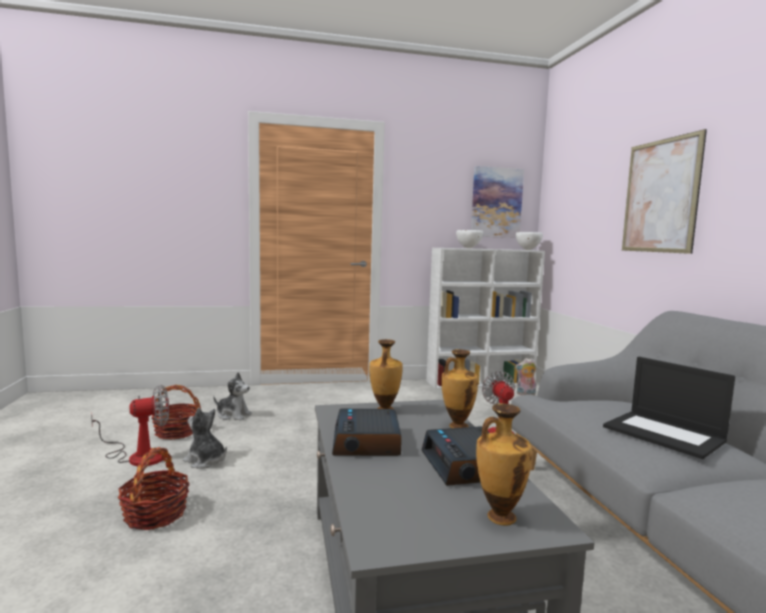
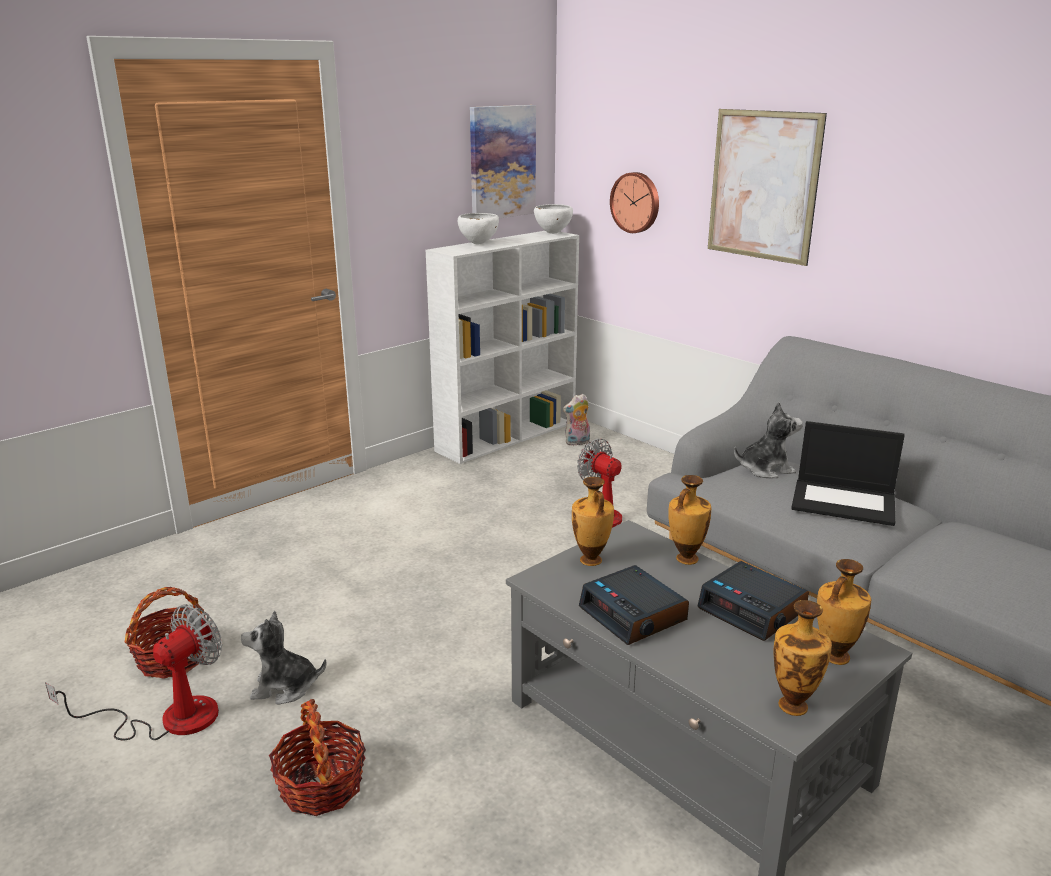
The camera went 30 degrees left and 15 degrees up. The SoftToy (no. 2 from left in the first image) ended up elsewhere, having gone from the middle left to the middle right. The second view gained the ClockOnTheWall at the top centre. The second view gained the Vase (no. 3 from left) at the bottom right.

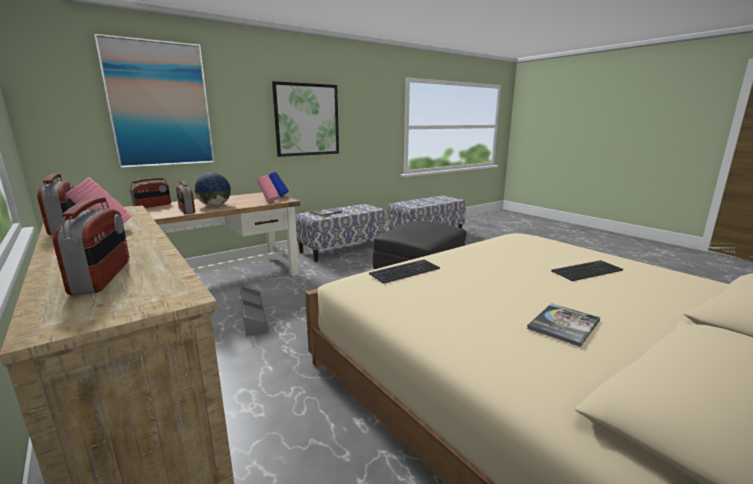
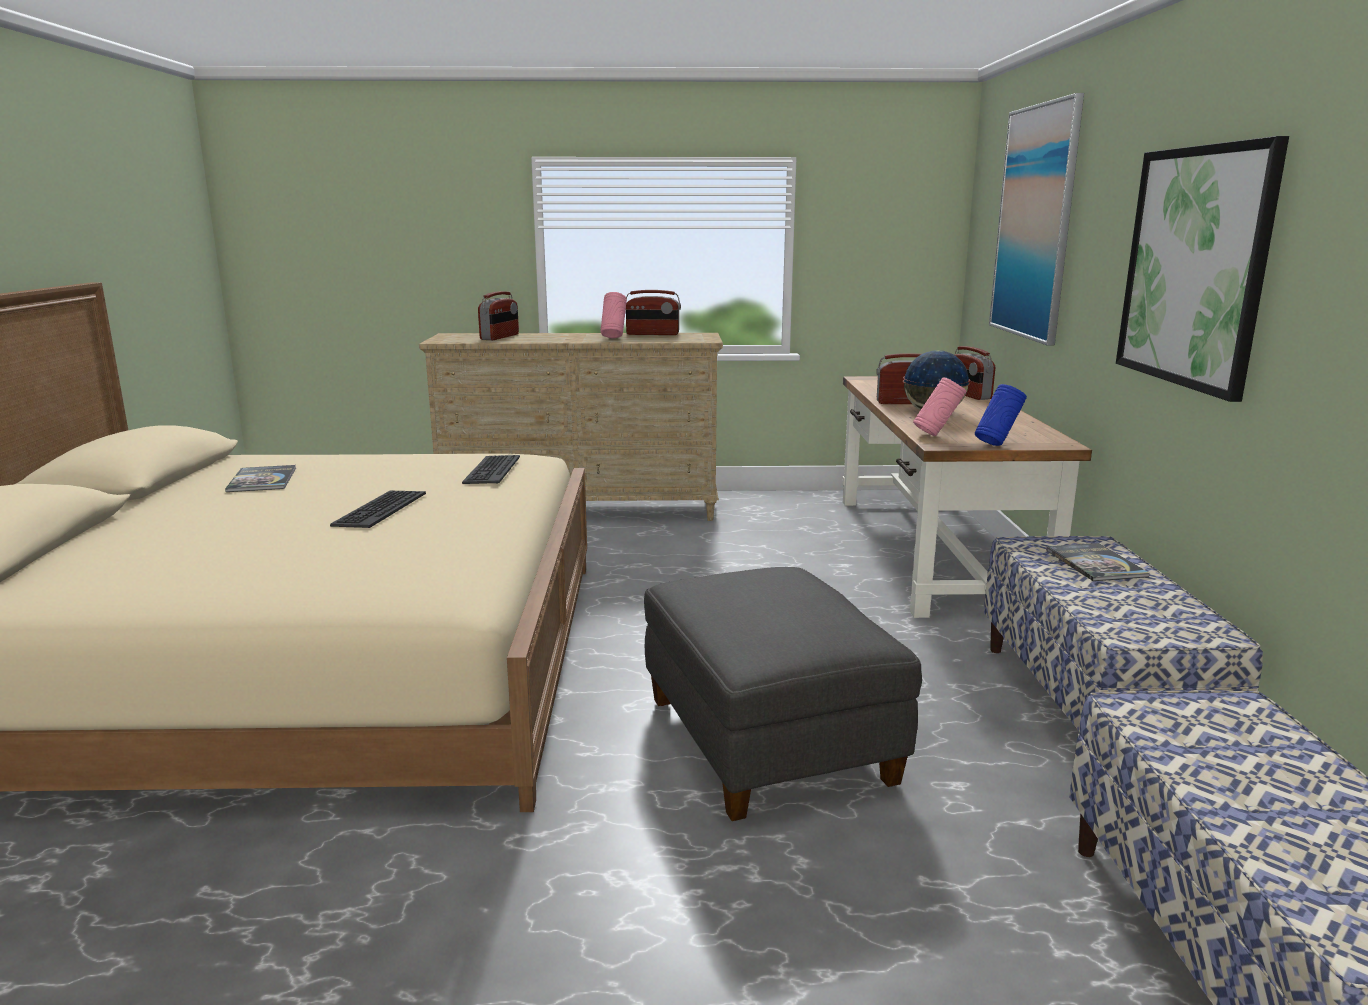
The camera went 125 degrees right and 0 degrees up. The Radio (no. 2 from left in the first image) at the middle left ended up facing another way, 90 degrees counterclockwise from before. The second view lost the GreyStorageContainer at the centre. The Keyboard (no. 2 from left in the first image) ended up elsewhere, having gone from the middle right to the middle left.

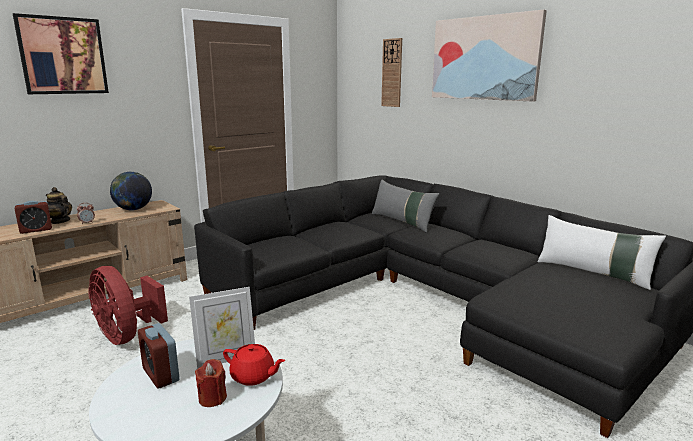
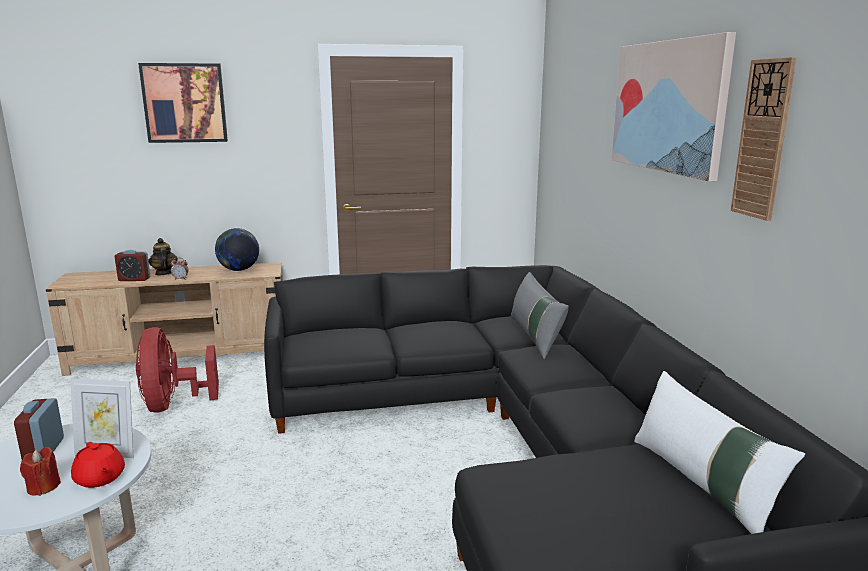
The camera went 30 degrees right and 0 degrees up. The ClockOnTheWall ended up elsewhere, having gone from the top centre to the top right.

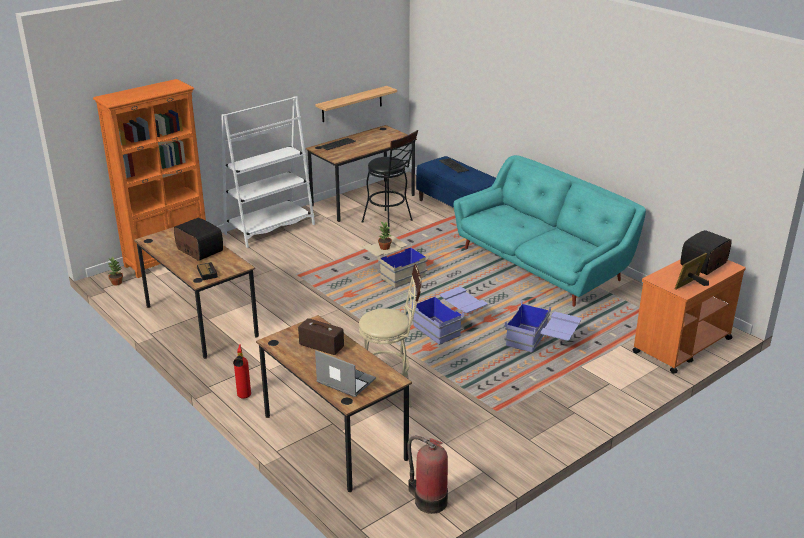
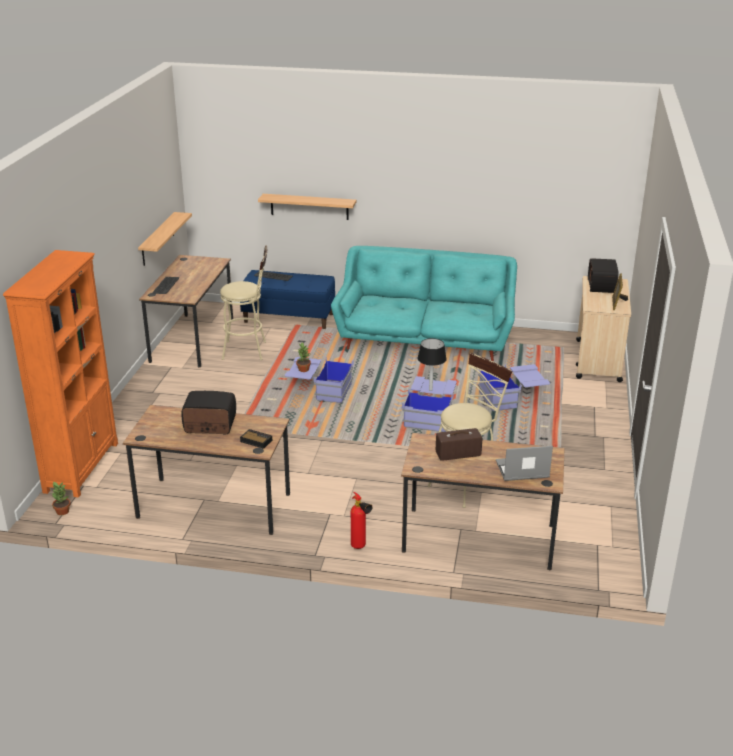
The camera went 40 degrees left and 0 degrees up. The second view lost the WhiteColouredShelvingUnit at the top centre. What was the BlackSittingStool at the centre turned into the BeigeColouredSittingStool (no. 1 from left) at the middle left. What was the BeigeColouredStorageContainer at the centre turned into the BlueStorageContainer (no. 1 from left) at the centre. The second view lost the FireExtinguisher (no. 2 from left) at the bottom centre. What was the OrangeyCart at the middle right turned into the BeigeColouredCart at the middle right. The second view gained the Shelf (no. 2 from left) at the top centre. The second view gained the BlackTabletopLamp at the centre.

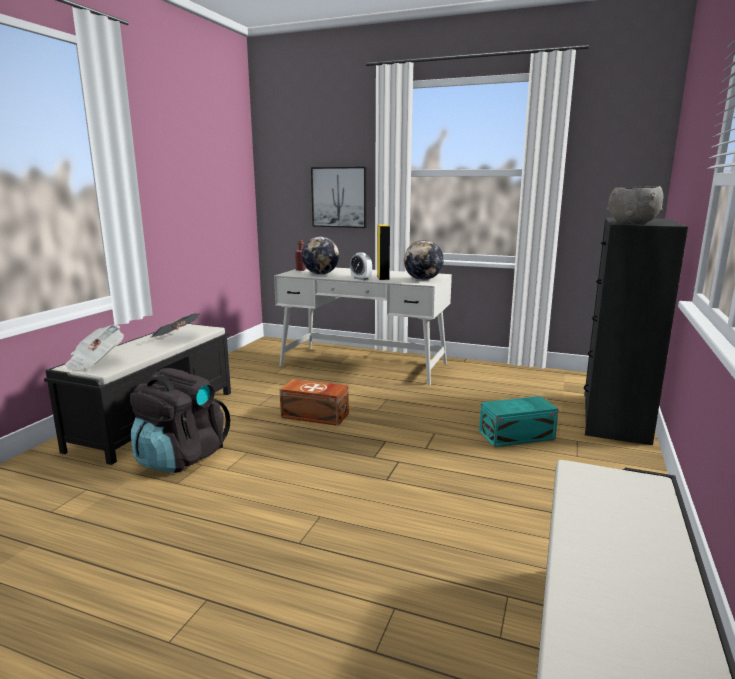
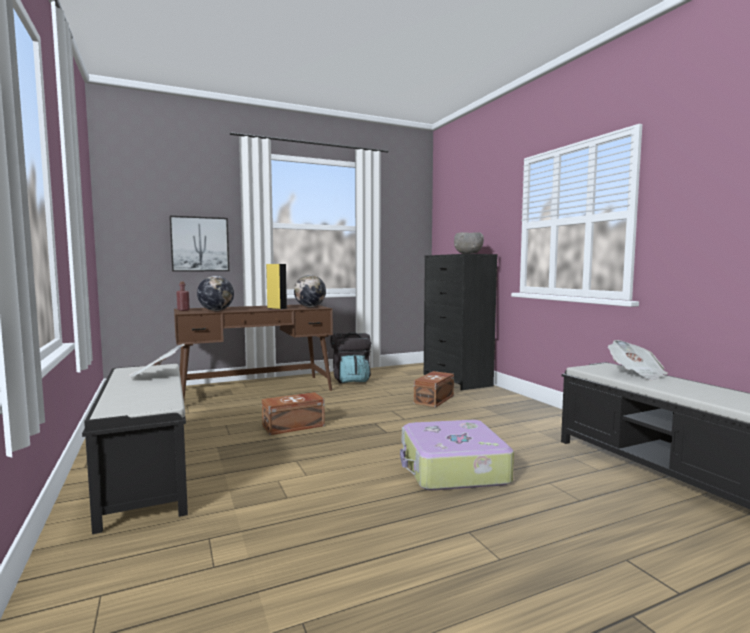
The camera went 45 degrees left and 10 degrees down. The Newspaper (no. 1 from left in the first image) ended up elsewhere, having gone from the middle left to the middle right. The BlackBackpack ended up elsewhere, having gone from the middle left to the centre. What was the WhiteColouredDesk at the centre turned into the BrownColouredDesk at the centre. The second view lost the TableClock at the centre. What was the BlueGreenStorageContainer at the middle right turned into the BrownColouredStorageContainer (no. 2 from left) at the centre. The second view gained the TravelCase at the bottom centre.

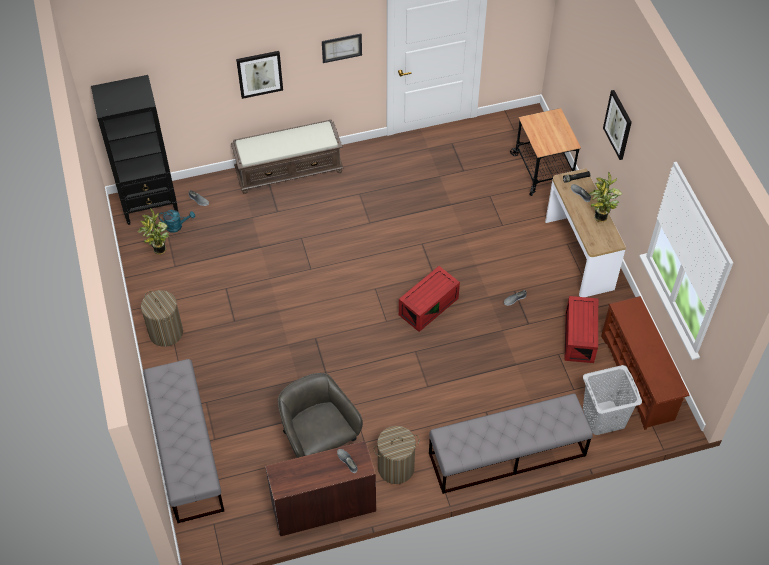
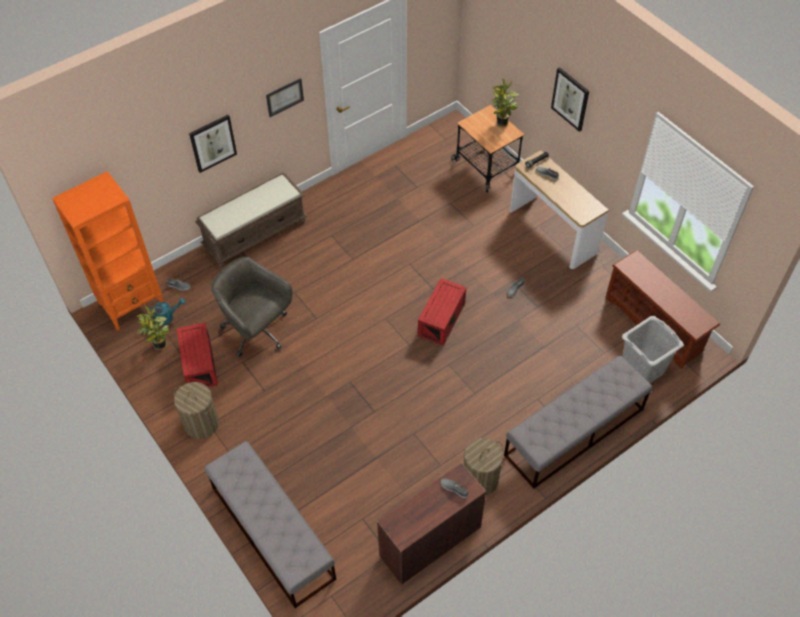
The camera went 20 degrees left and 0 degrees up. What was the BlackShelvingUnit at the top left turned into the OrangeyShelvingUnit at the middle left. The GreyDeskChair ended up elsewhere, having gone from the bottom centre to the middle left. The ReddishStorageContainer (no. 2 from left in the first image) ended up elsewhere, having gone from the middle right to the middle left. The PottedPlant (no. 2 from left) ended up elsewhere, having gone from the middle right to the top centre.

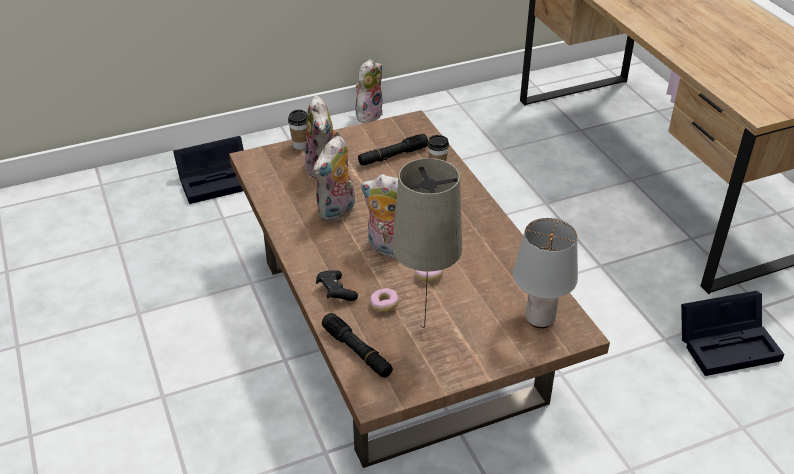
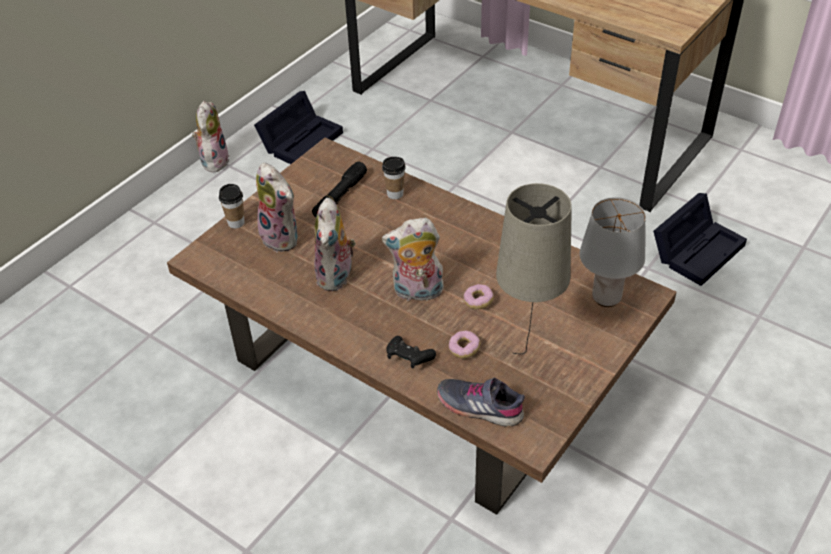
The camera went 30 degrees left and 5 degrees up. The BlackStorageContainer (no. 1 from left) ended up elsewhere, having gone from the middle left to the top centre. Where the BlackFlashlight (no. 1 from left) stood at the bottom centre, the GreyLowShoe came to stand at the bottom centre.

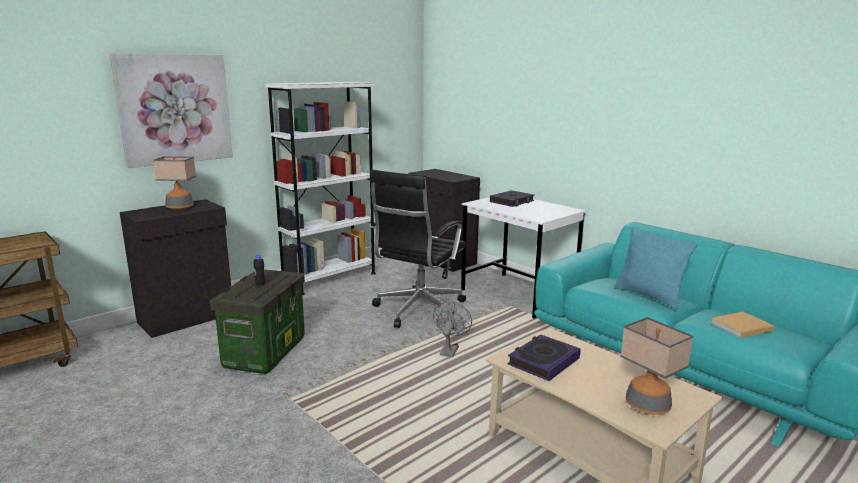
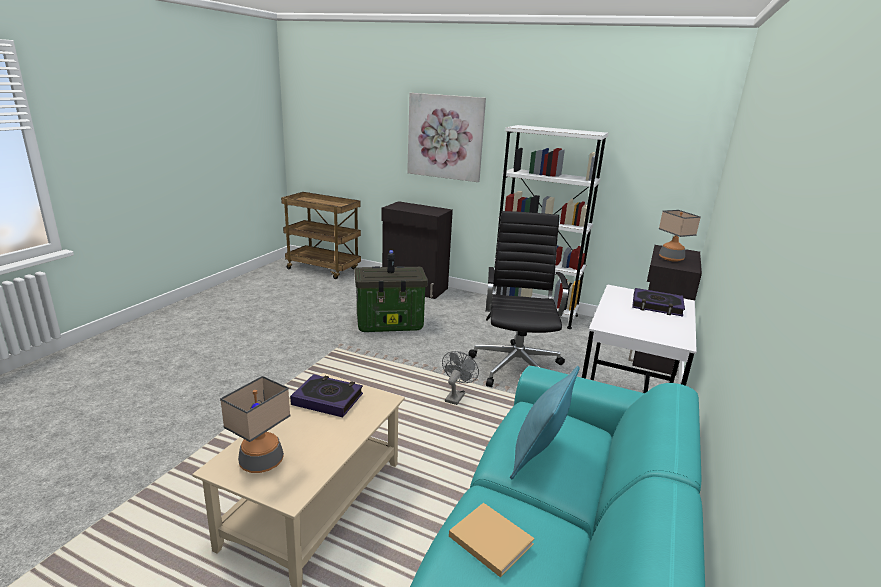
The camera went 65 degrees right and 5 degrees up. The TabletopLamp (no. 1 from left in the first image) ended up elsewhere, having gone from the middle left to the middle right. The BlackDeskChair at the centre ended up facing another way, 90 degrees clockwise from before. The GreyElectricFan at the bottom centre ended up facing another way, 60 degrees counterclockwise from before.

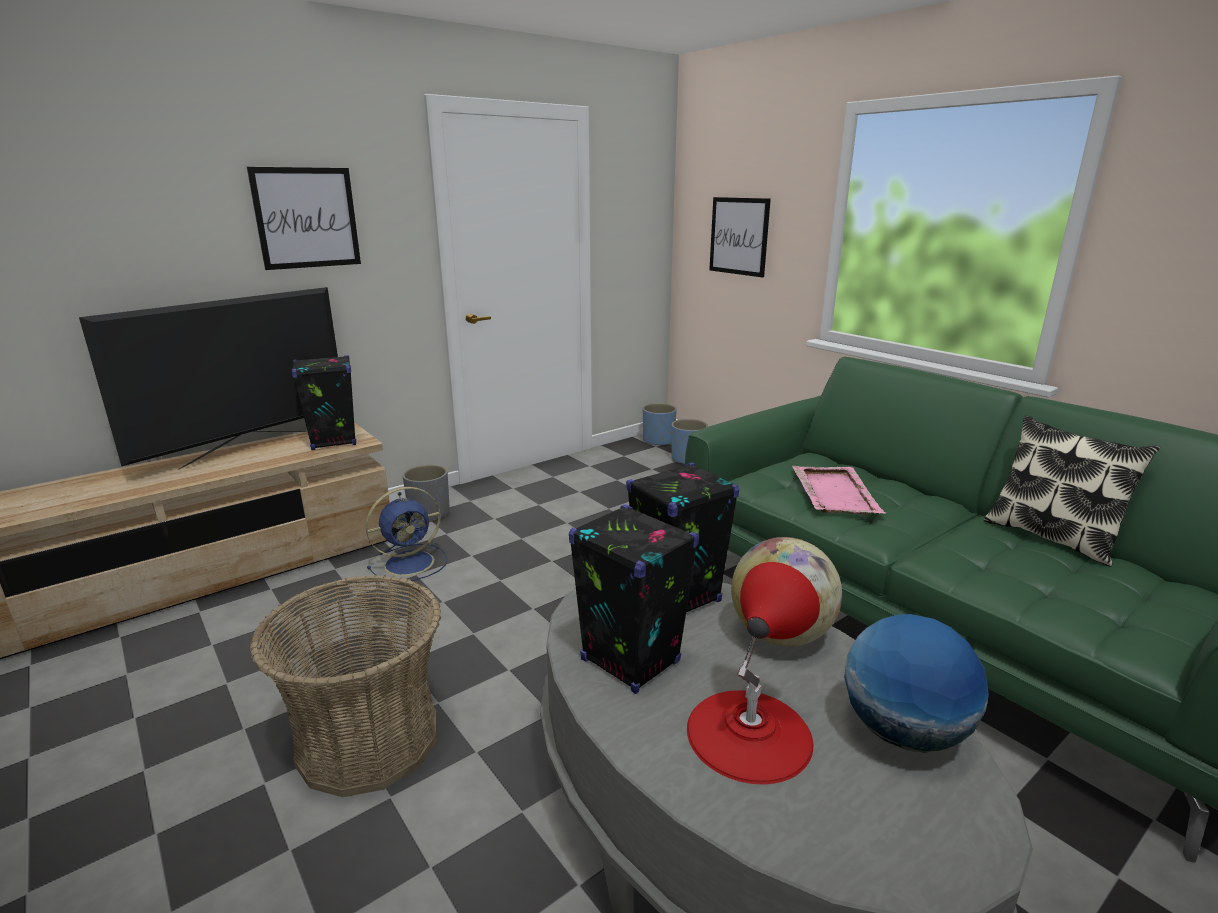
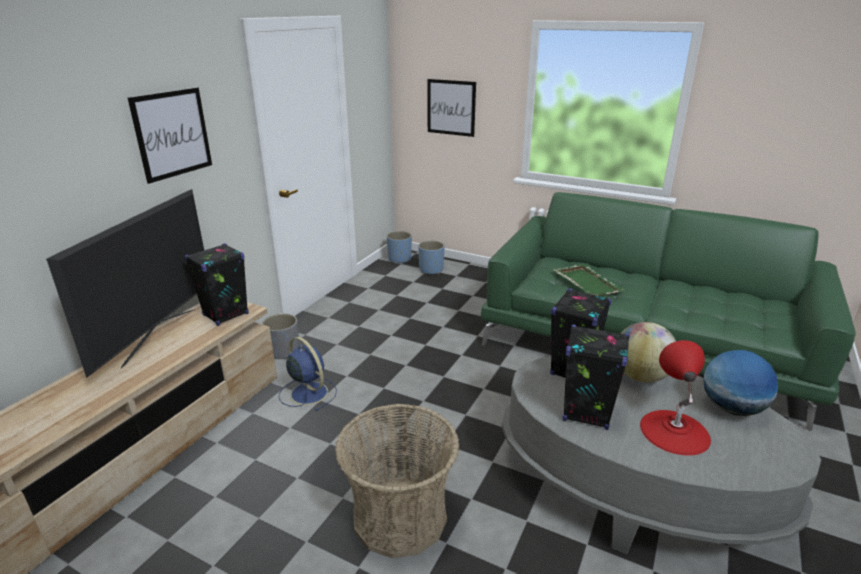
The camera went 25 degrees left and 5 degrees up. The BlueElectricFan at the centre ended up facing another way, 75 degrees counterclockwise from before. What was the PinkColouredServingTray at the middle right turned into the GreenishServingTray at the middle right. The second view lost the Cushion at the middle right.

